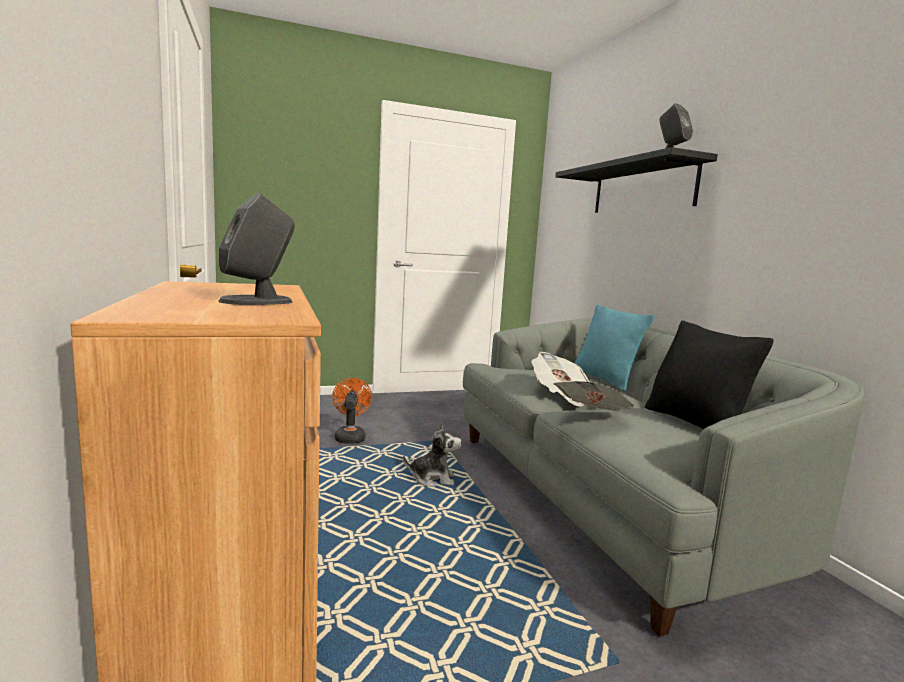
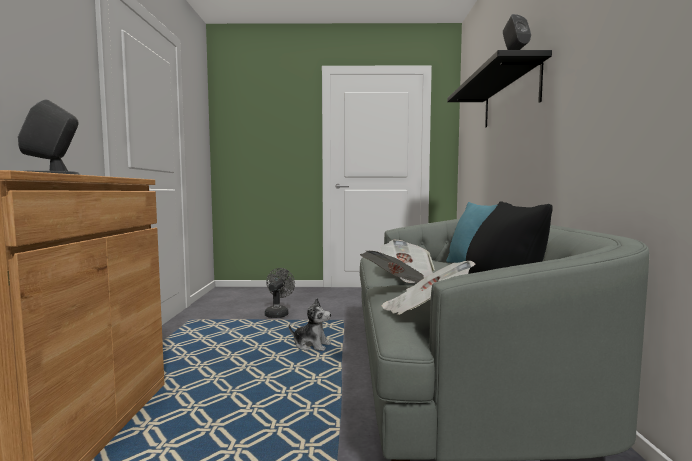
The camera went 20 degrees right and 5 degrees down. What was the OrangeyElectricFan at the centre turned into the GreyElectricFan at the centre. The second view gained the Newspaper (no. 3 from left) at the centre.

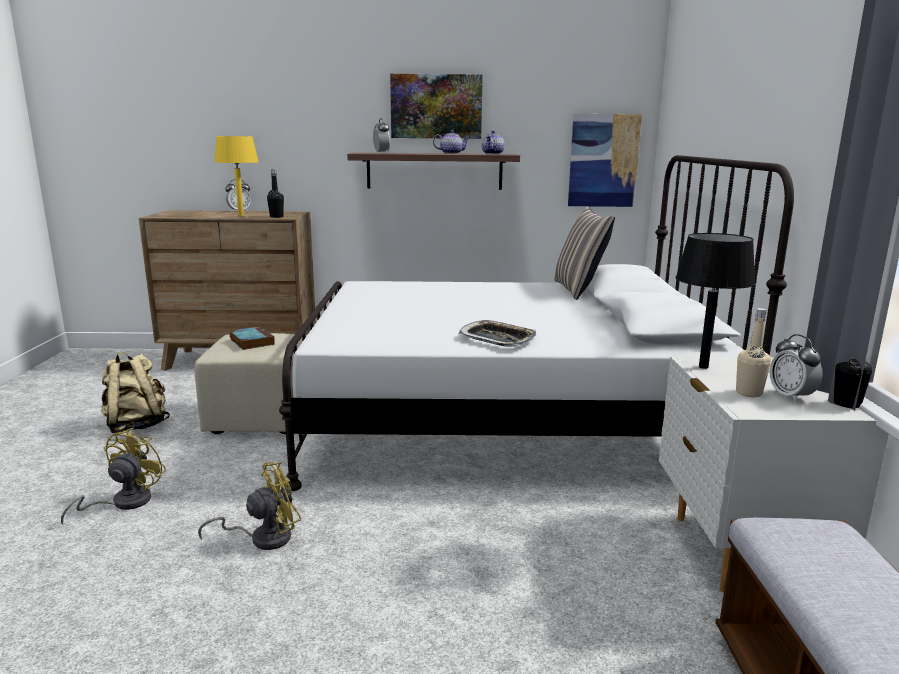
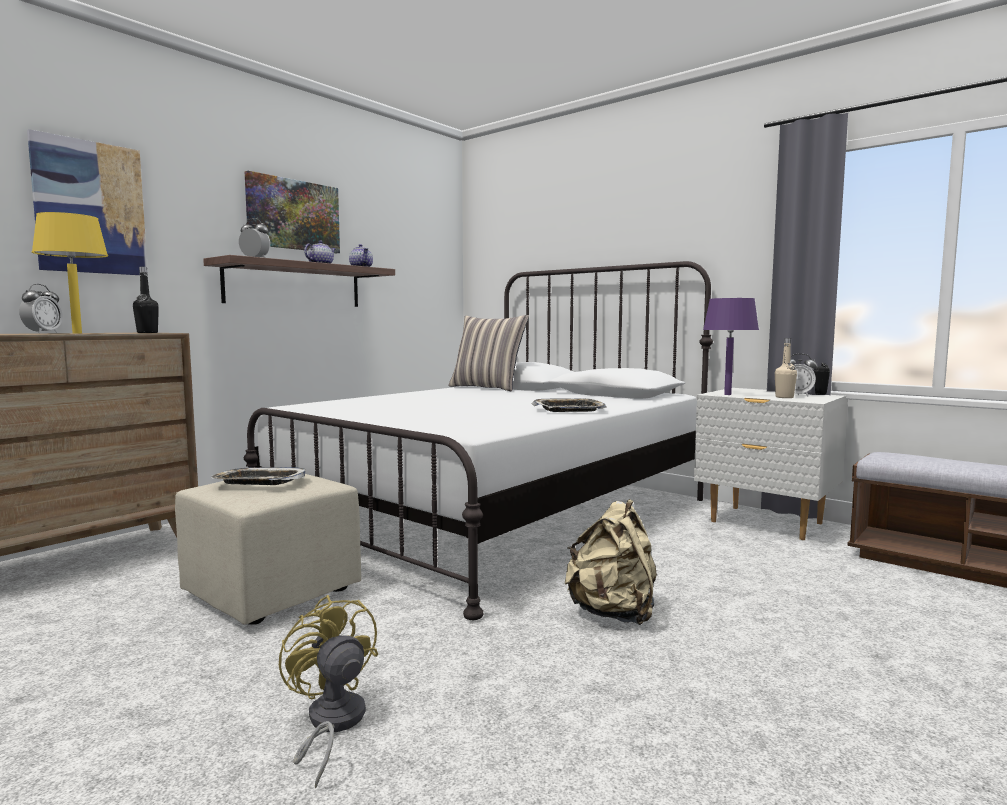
The camera went 50 degrees left and 10 degrees down. The BeigeColouredBackpack ended up elsewhere, having gone from the middle left to the bottom centre. The second view lost the YellowElectricFan (no. 2 from left) at the bottom left. Where the Book stood at the middle left, the ServingTray (no. 1 from left) came to stand at the middle left. The WallArt (no. 2 from left in the first image) ended up elsewhere, having gone from the top right to the top left. What was the BlackTabletopLamp at the middle right turned into the PurplishTabletopLamp at the middle right.

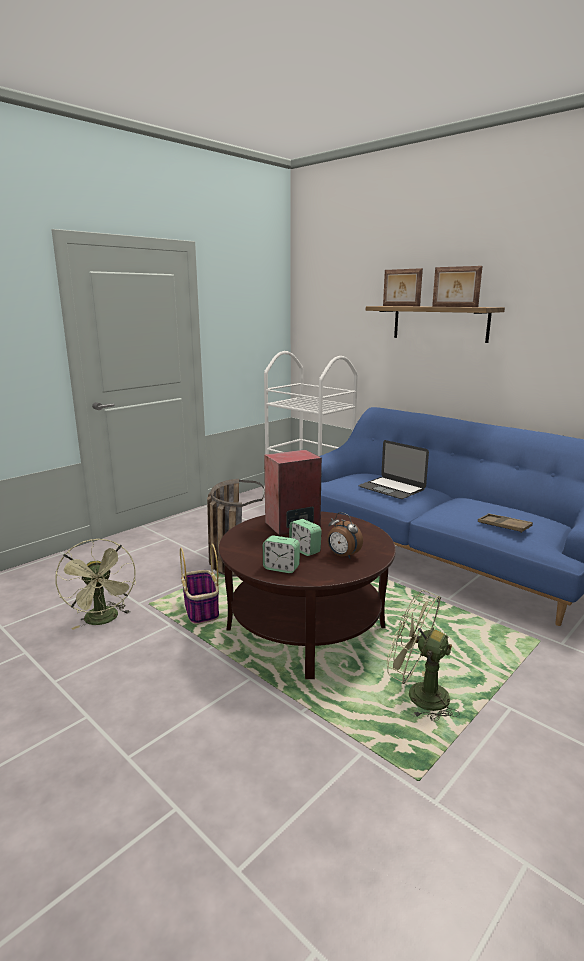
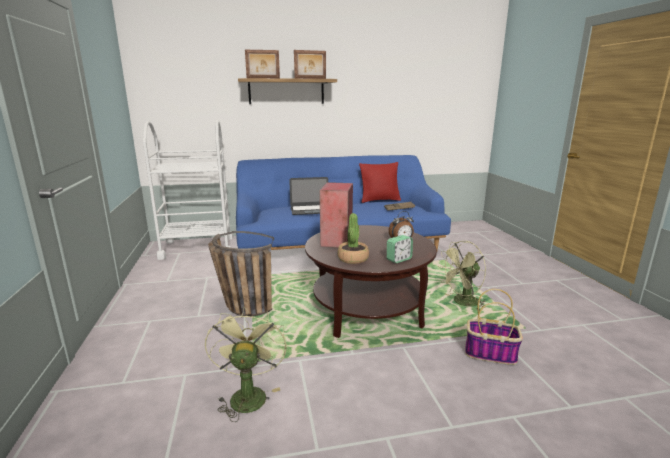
The camera went 55 degrees left and 0 degrees up. The GreenishElectricFan (no. 1 from left) at the middle left ended up facing another way, 105 degrees counterclockwise from before. The StorageBasket (no. 1 from left in the first image) ended up elsewhere, having gone from the centre to the bottom right. The second view lost the TableClock (no. 2 from left) at the centre. The second view gained the PottedPlant at the centre. The second view gained the ReddishCushion at the centre.

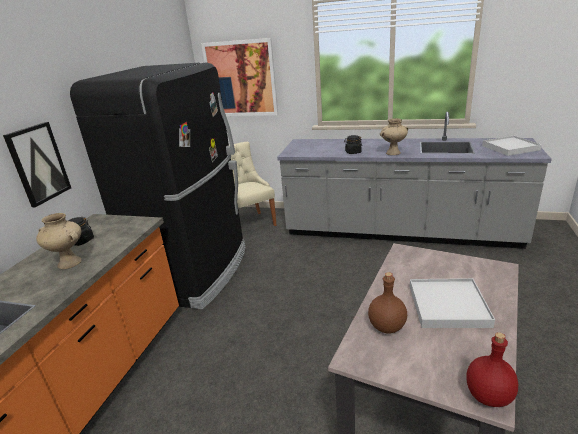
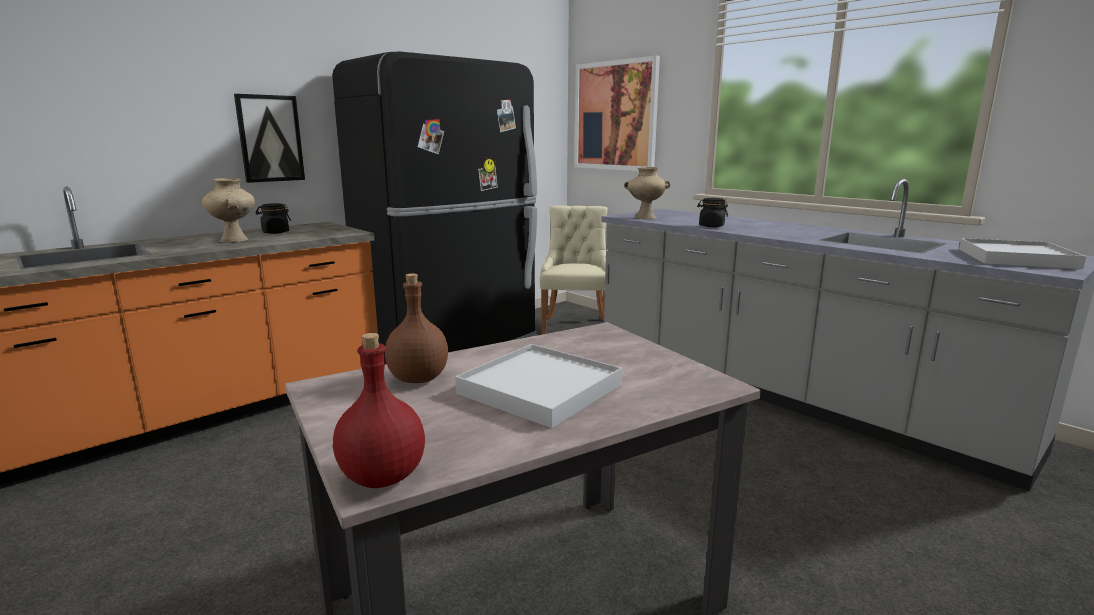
The camera went 30 degrees right and 10 degrees down. The BeigeColouredVase (no. 2 from left) ended up elsewhere, having gone from the top right to the top centre.

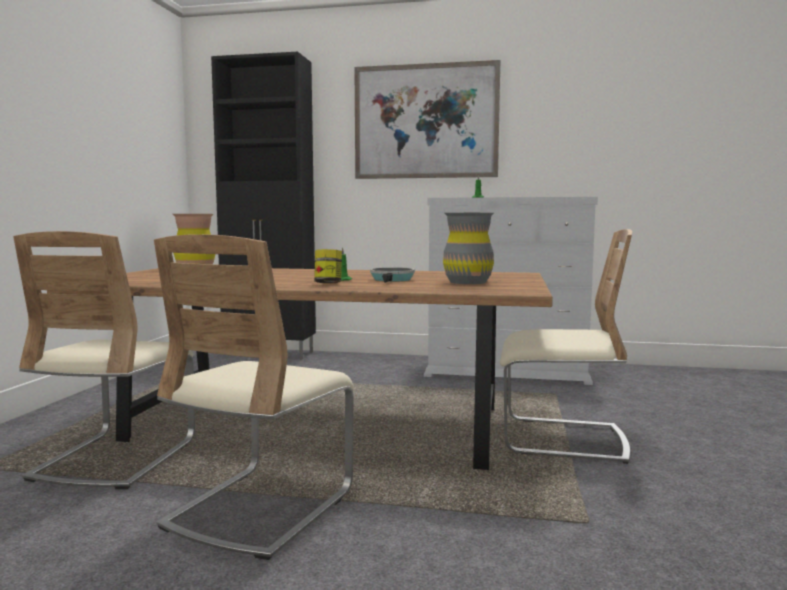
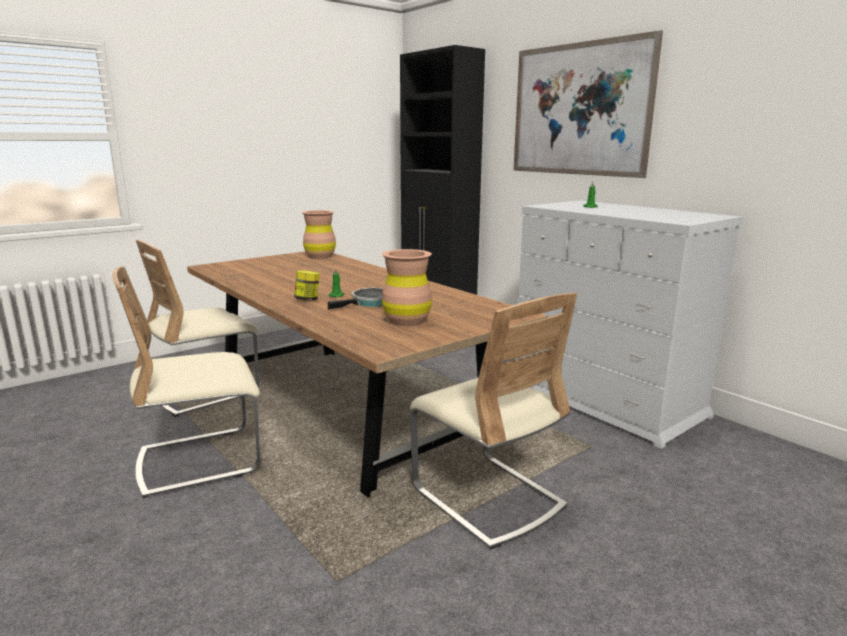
The camera went 40 degrees right and 10 degrees up. What was the GreyVase at the centre turned into the BrownColouredVase (no. 2 from left) at the centre.

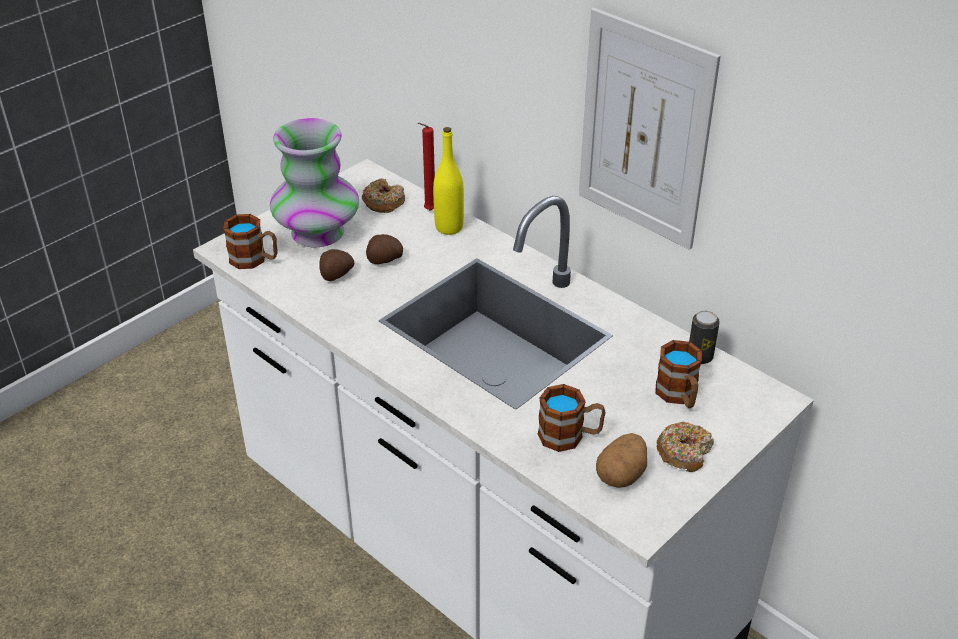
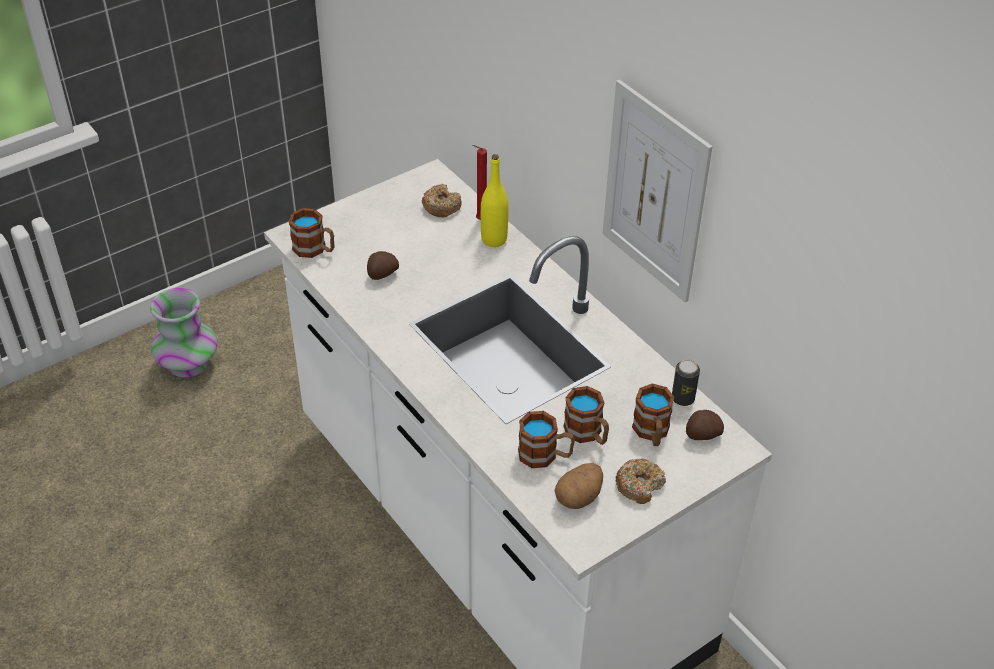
The camera went 10 degrees right and 5 degrees up. The Vase ended up elsewhere, having gone from the top left to the middle left. The WholePotato (no. 2 from left in the first image) ended up elsewhere, having gone from the centre to the middle right. The second view gained the CoffeeMug (no. 3 from left) at the centre.

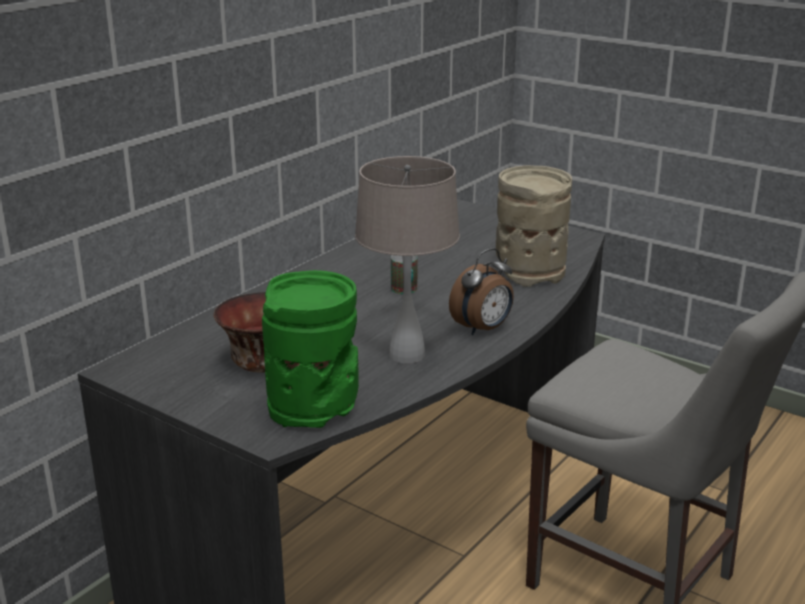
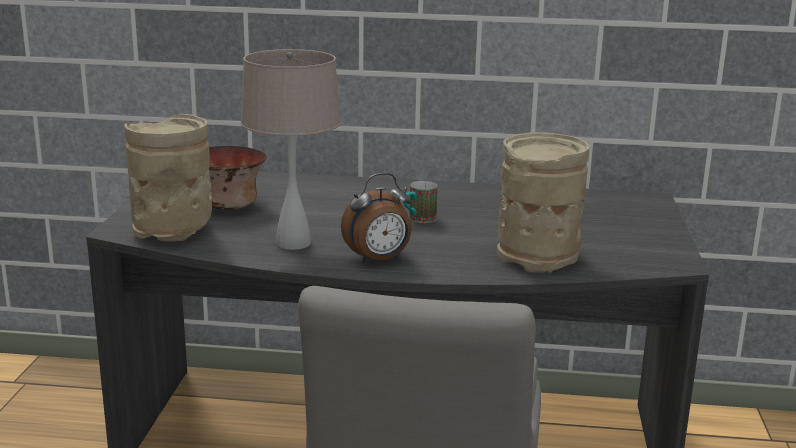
The camera went 60 degrees right and 5 degrees down. What was the GreenishVase at the centre turned into the BeigeColouredVase (no. 1 from left) at the middle left. The TableClock at the centre ended up facing another way, 45 degrees counterclockwise from before.

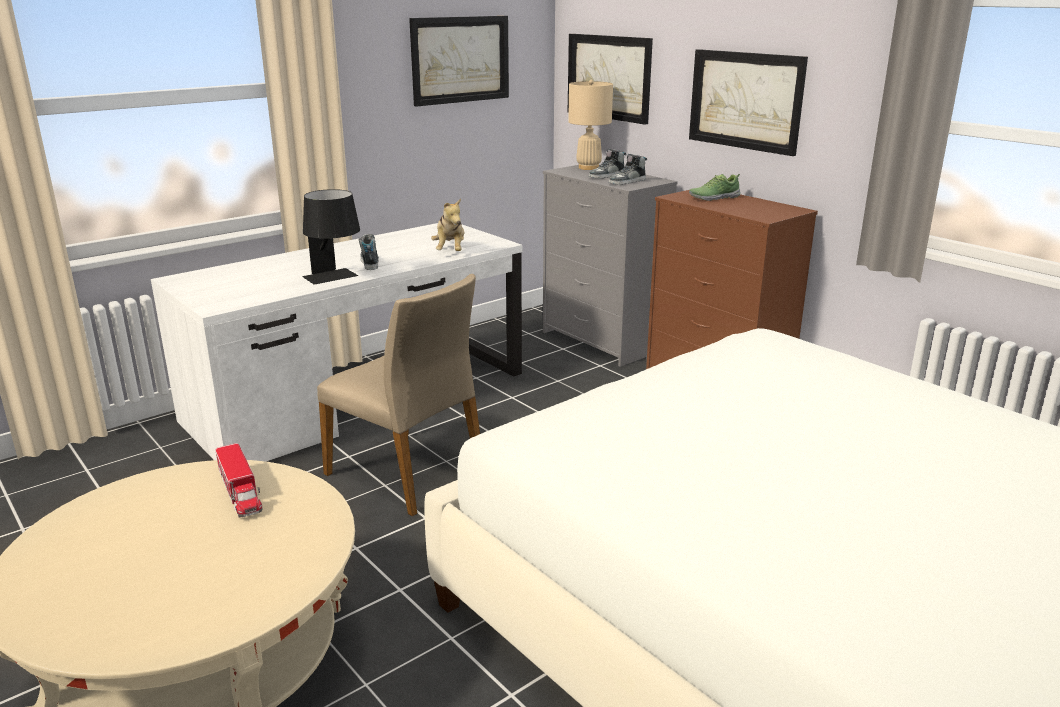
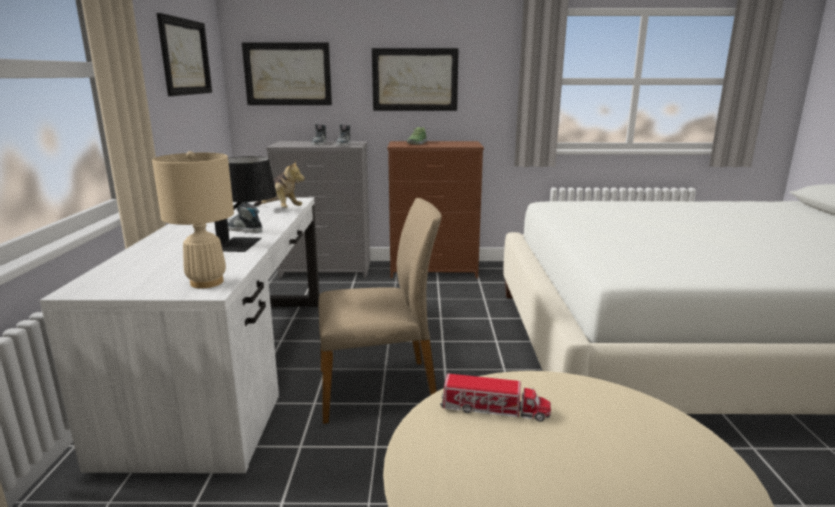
The camera went 50 degrees left and 5 degrees down. The BeigeColouredTabletopLamp ended up elsewhere, having gone from the top centre to the middle left.

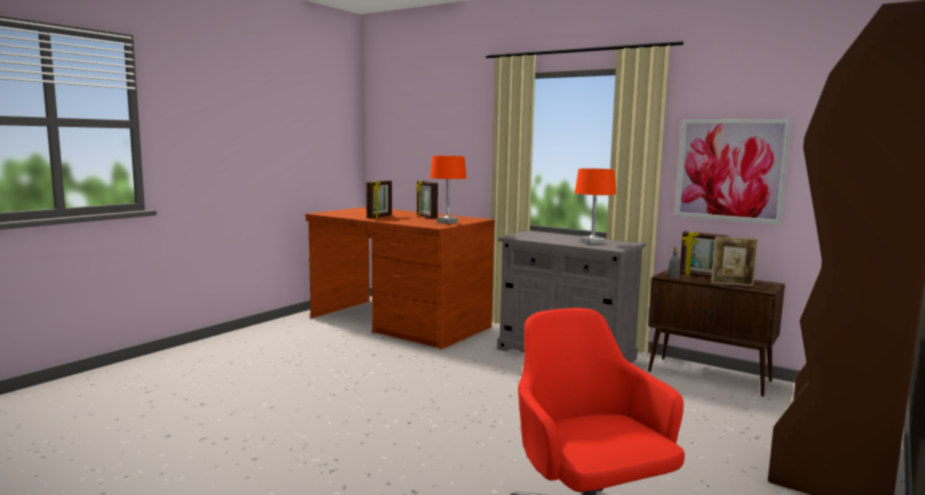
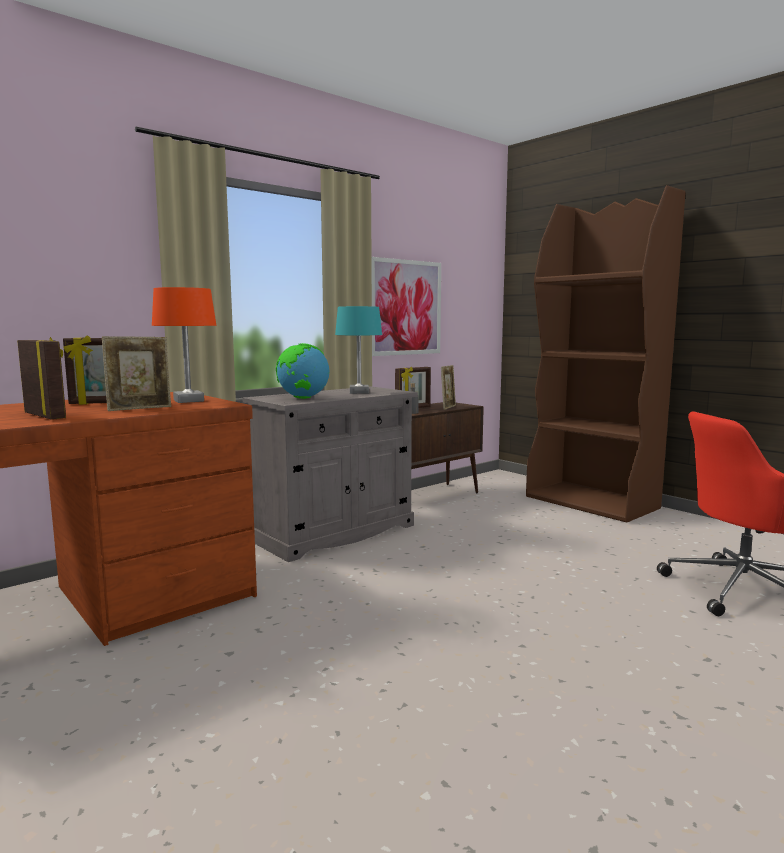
The camera went 75 degrees left and 0 degrees up. What was the OrangeyTabletopLamp (no. 2 from left) at the centre turned into the BlueGreenTabletopLamp at the centre. The second view gained the PhotoFrame (no. 3 from left) at the middle left. The second view gained the DeskGlobe at the centre.

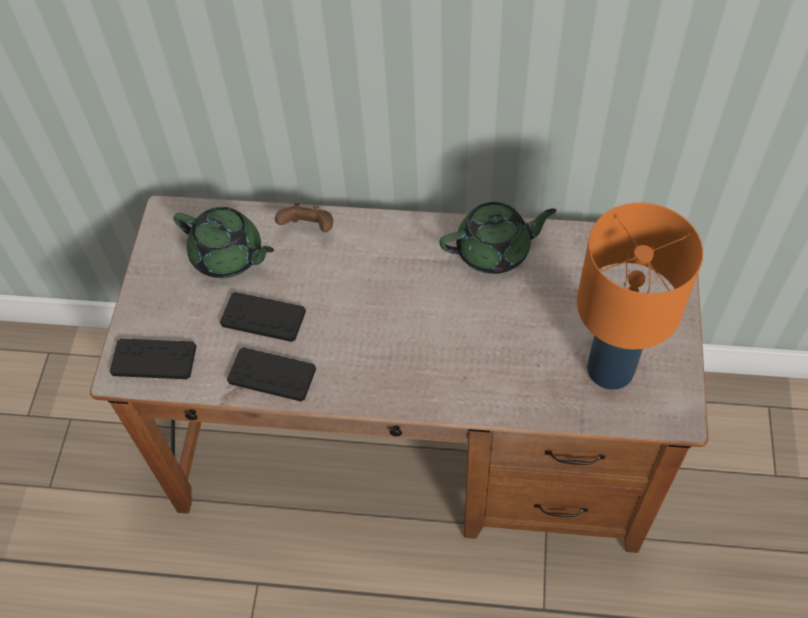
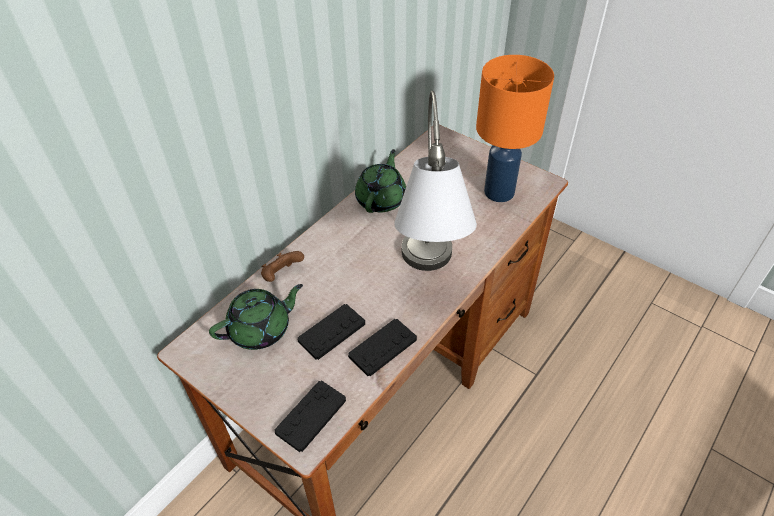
The camera went 60 degrees left and 10 degrees down. The second view gained the GreyTabletopLamp at the centre.

